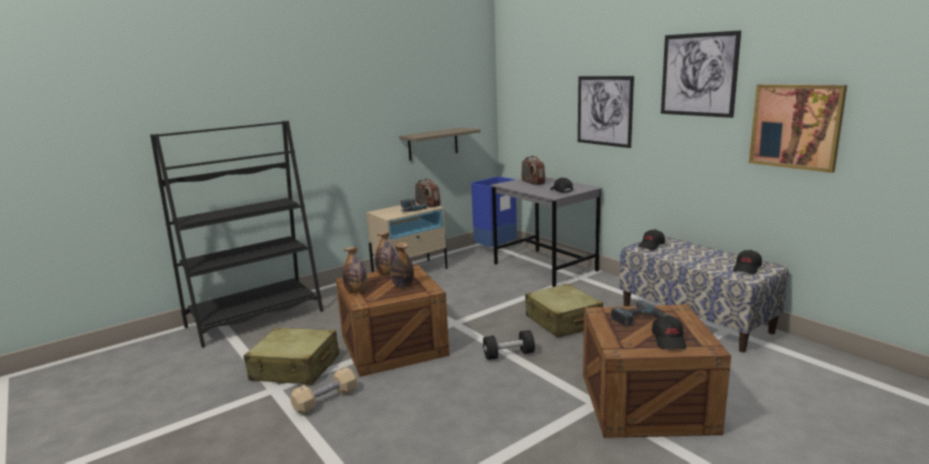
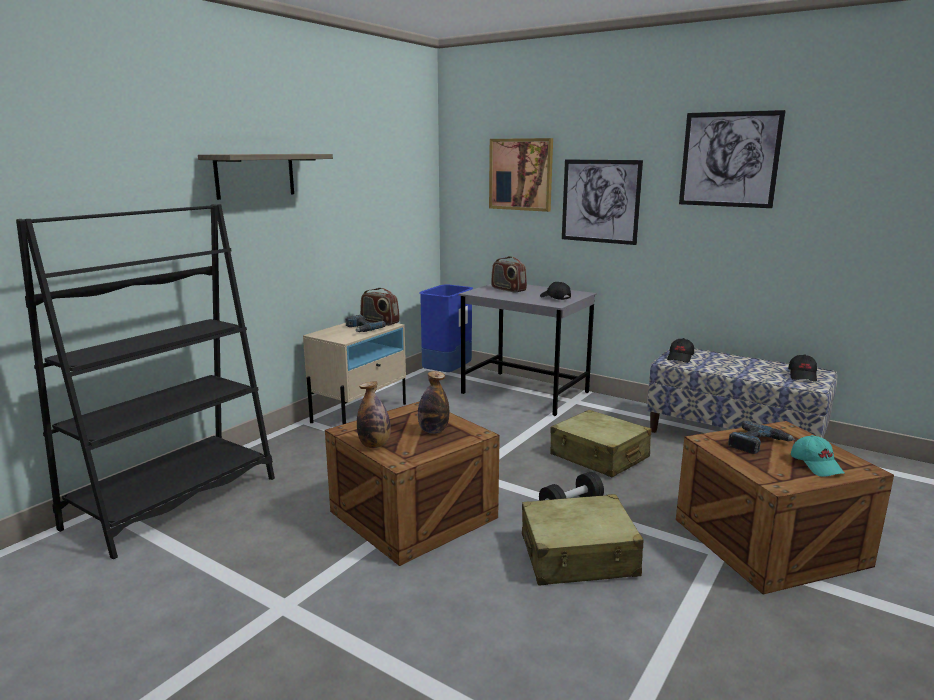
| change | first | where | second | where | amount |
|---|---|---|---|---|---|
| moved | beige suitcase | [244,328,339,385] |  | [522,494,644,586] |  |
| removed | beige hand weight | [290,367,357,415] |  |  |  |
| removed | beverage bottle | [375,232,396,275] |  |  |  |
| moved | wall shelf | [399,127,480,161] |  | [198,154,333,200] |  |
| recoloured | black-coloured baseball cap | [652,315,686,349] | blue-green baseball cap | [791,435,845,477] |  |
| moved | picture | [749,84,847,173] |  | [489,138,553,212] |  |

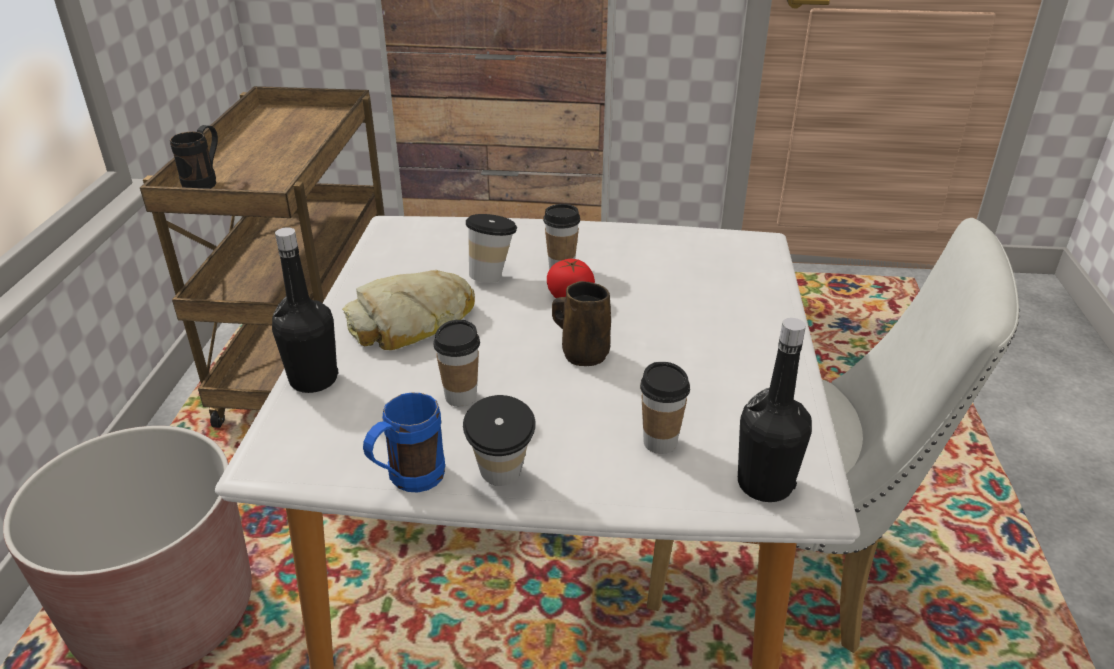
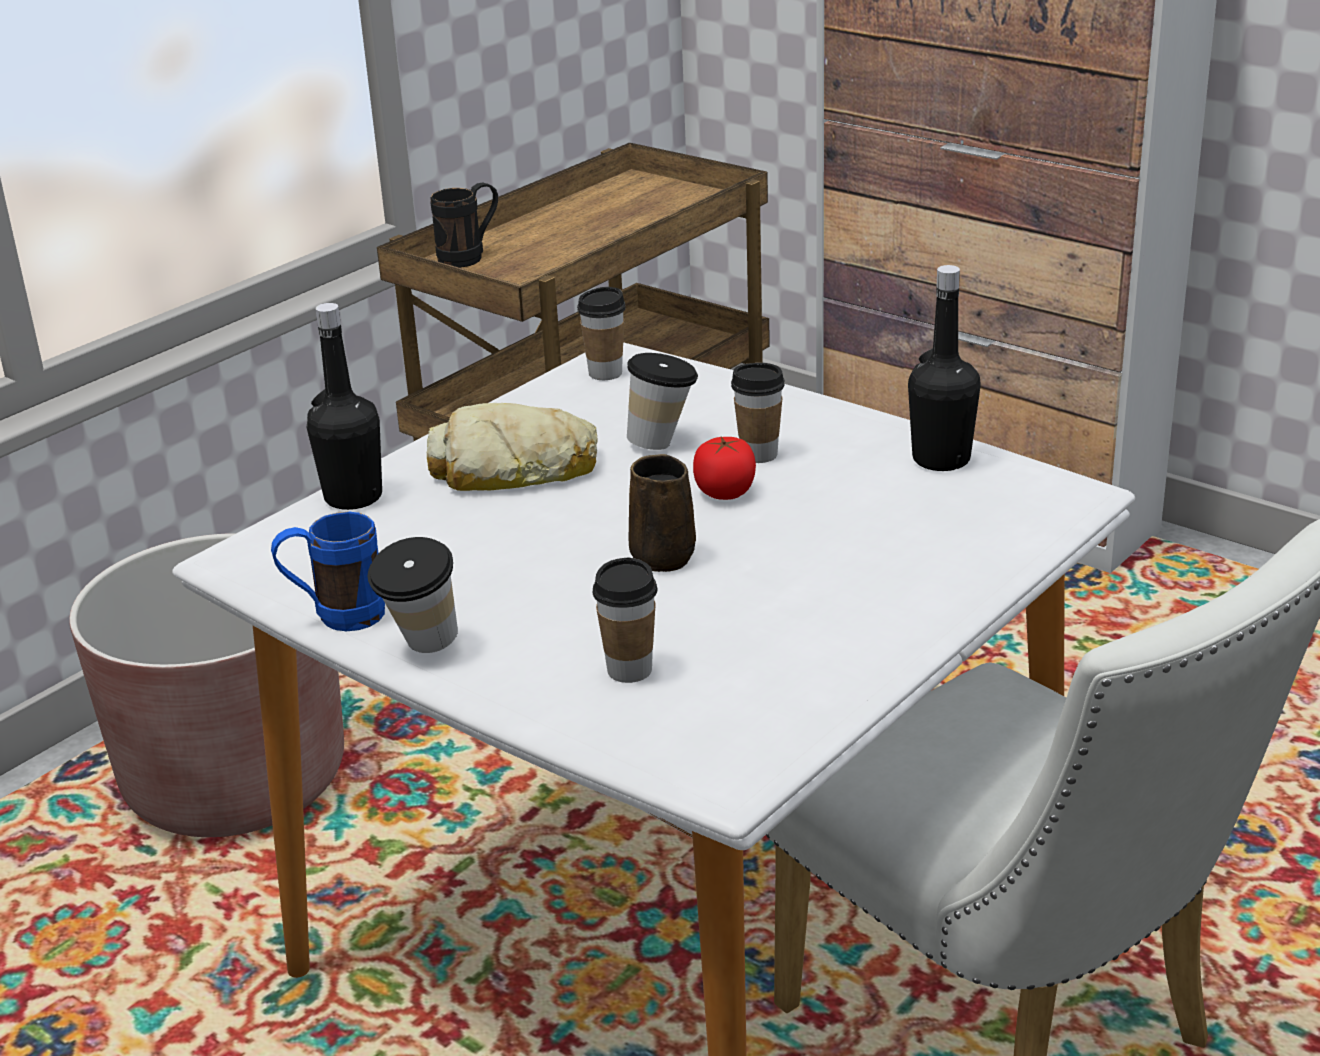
| change | first | where | second | where | amount |
|---|---|---|---|---|---|
| moved | cup | [434,320,480,407] |  | [577,287,626,380] |  |
| moved | black-coloured beverage bottle | [738,318,812,502] |  | [908,265,981,471] |  |

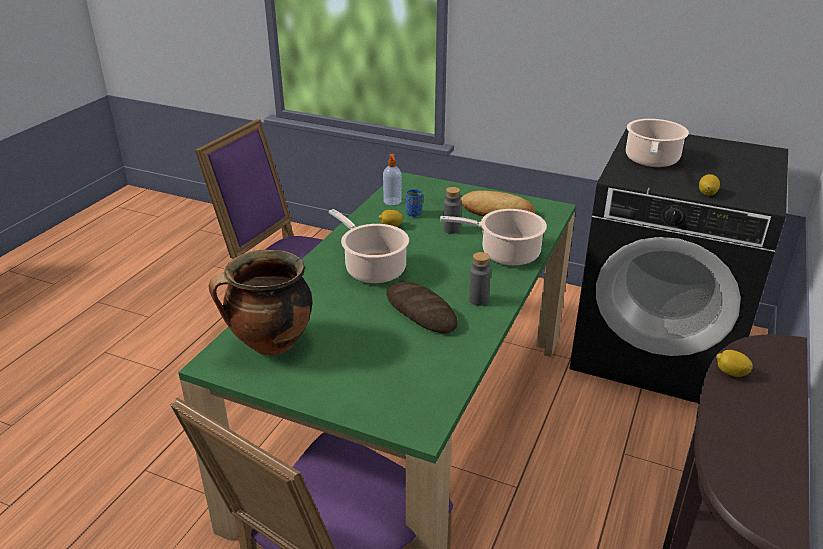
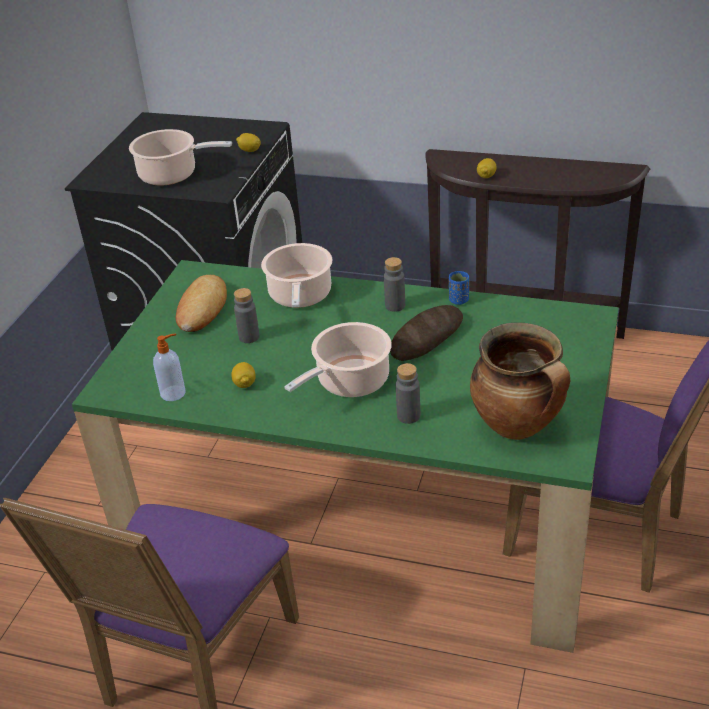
| change | first | where | second | where | amount |
|---|---|---|---|---|---|
| moved | bluish cup | [406,189,423,217] |  | [449,271,469,305] |  |
| added |  |  | greyish beverage bottle | [396,363,420,424] |  |

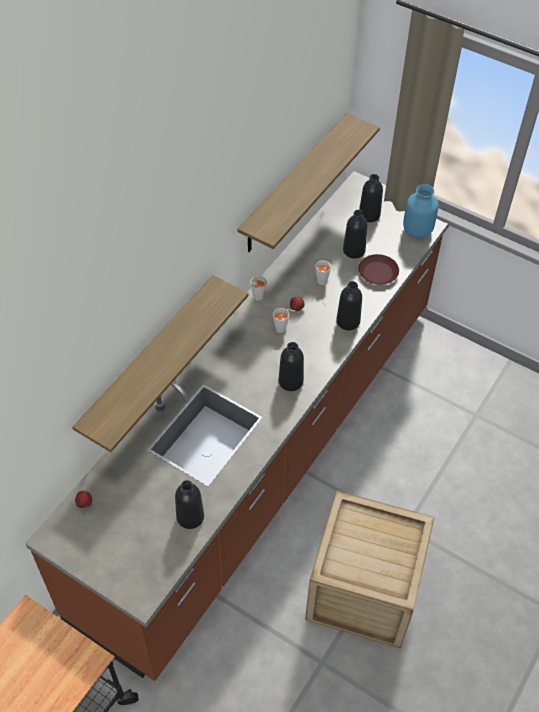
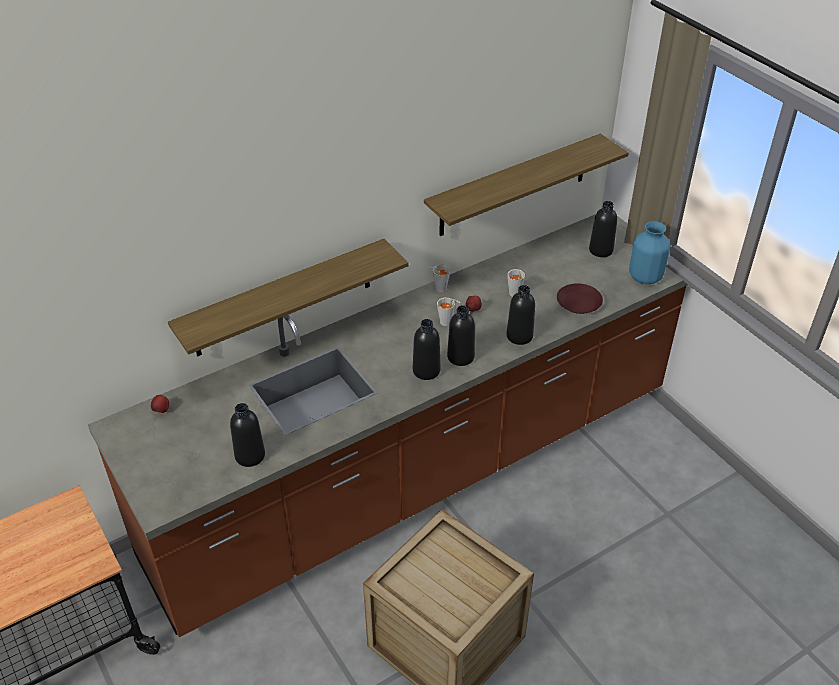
| change | first | where | second | where | amount |
|---|---|---|---|---|---|
| moved | black-coloured beverage bottle | [343,210,368,259] |  | [447,305,475,366] |  |

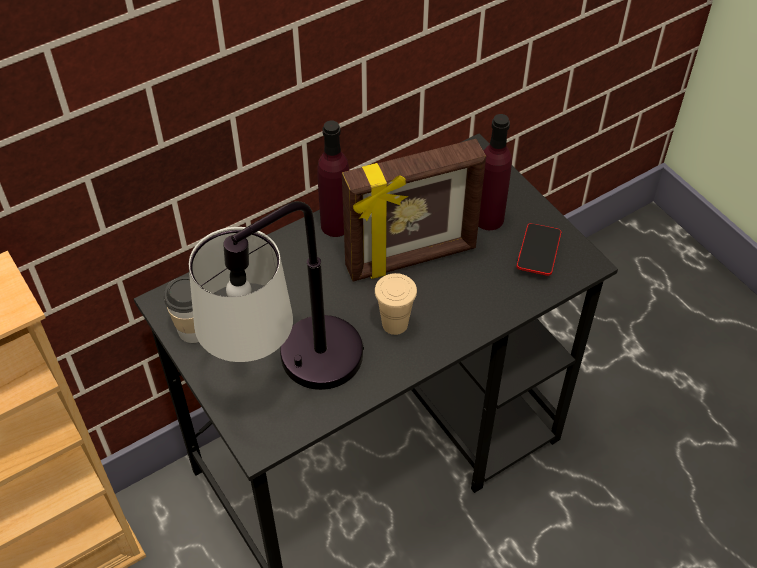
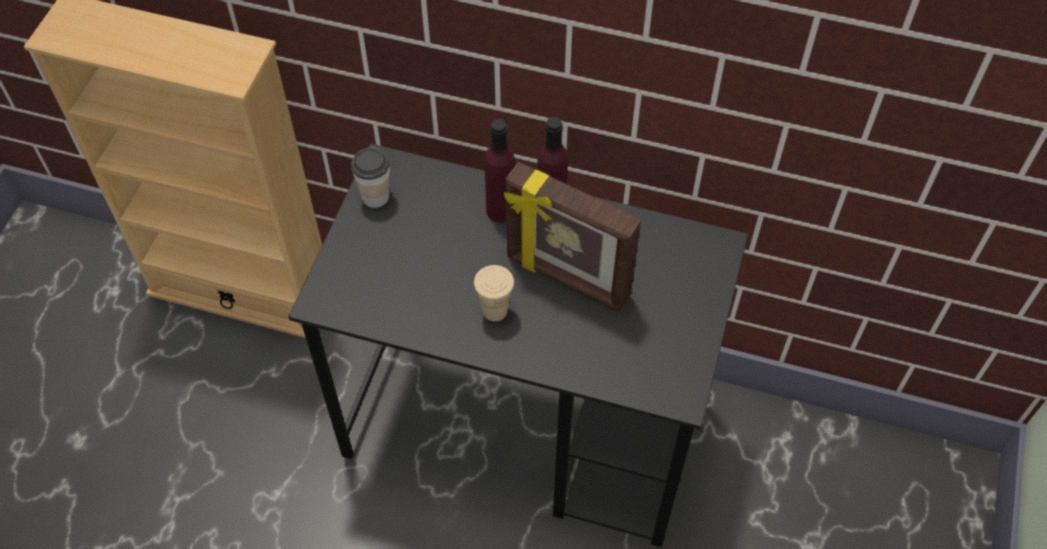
| change | first | where | second | where | amount |
|---|---|---|---|---|---|
| removed | tabletop lamp | [189,201,364,390] |  |  |  |
| moved | purple-coloured beverage bottle | [478,114,512,230] |  | [484,119,515,223] |  |
| removed | telephone | [517,223,561,276] |  |  |  |

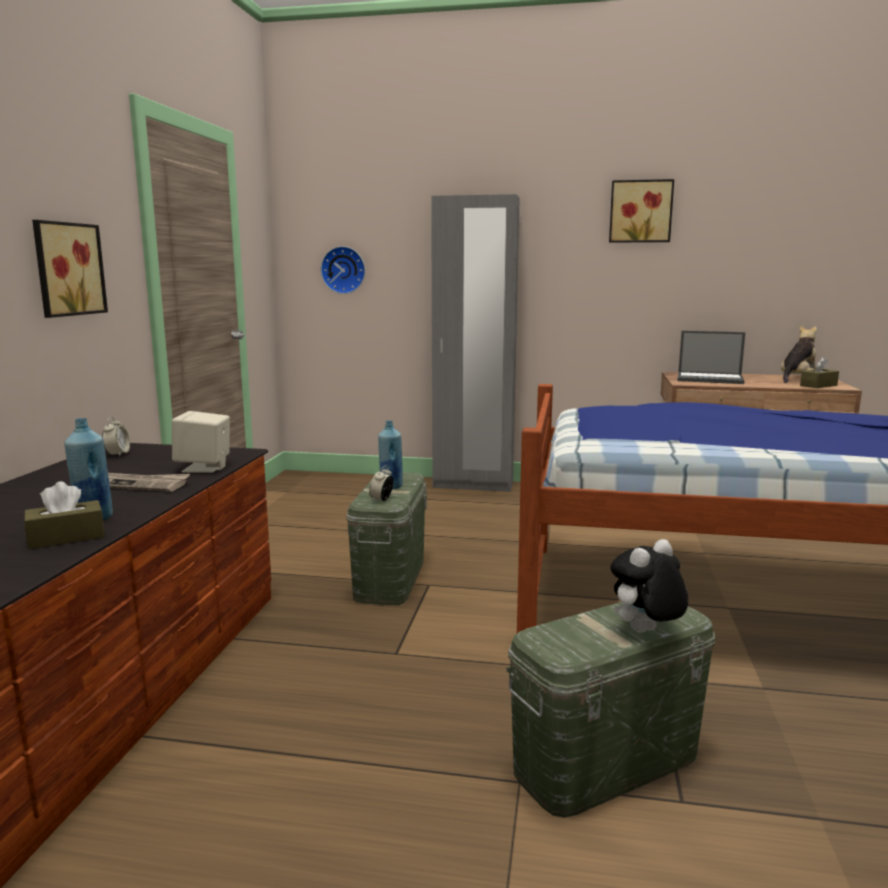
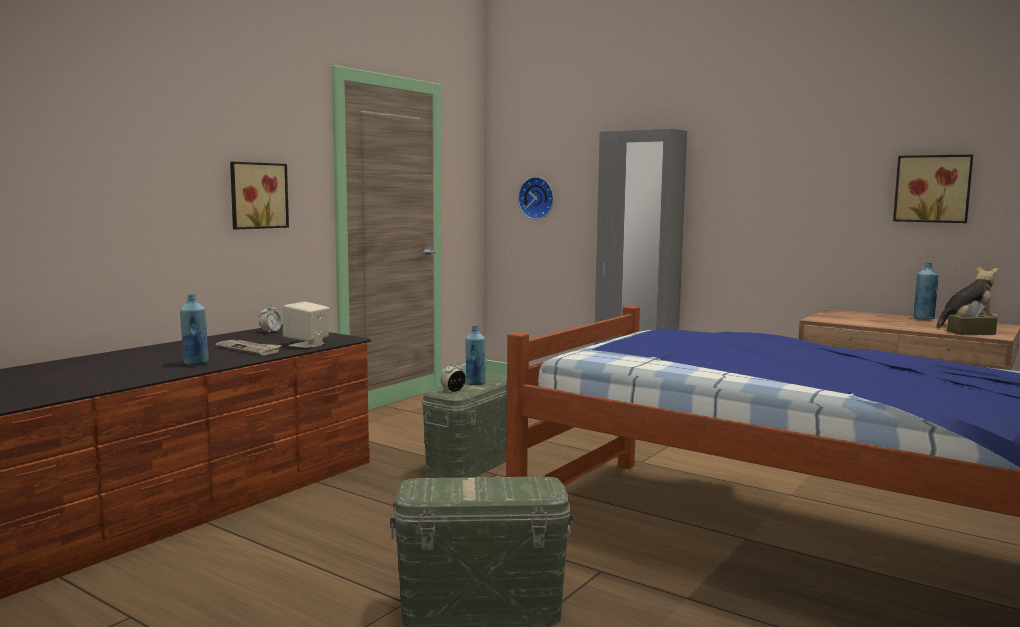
| change | first | where | second | where | amount |
|---|---|---|---|---|---|
| removed | brown-coloured tissue holder | [24,481,105,549] |  |  |  |
| moved | picture | [609,179,674,243] |  | [893,154,973,223] |  |
| removed | plush toy | [610,539,688,633] |  |  |  |
| removed | notebook computer | [677,331,745,384] |  |  |  |
| added |  |  | bluish beverage bottle | [914,262,938,320] |  |

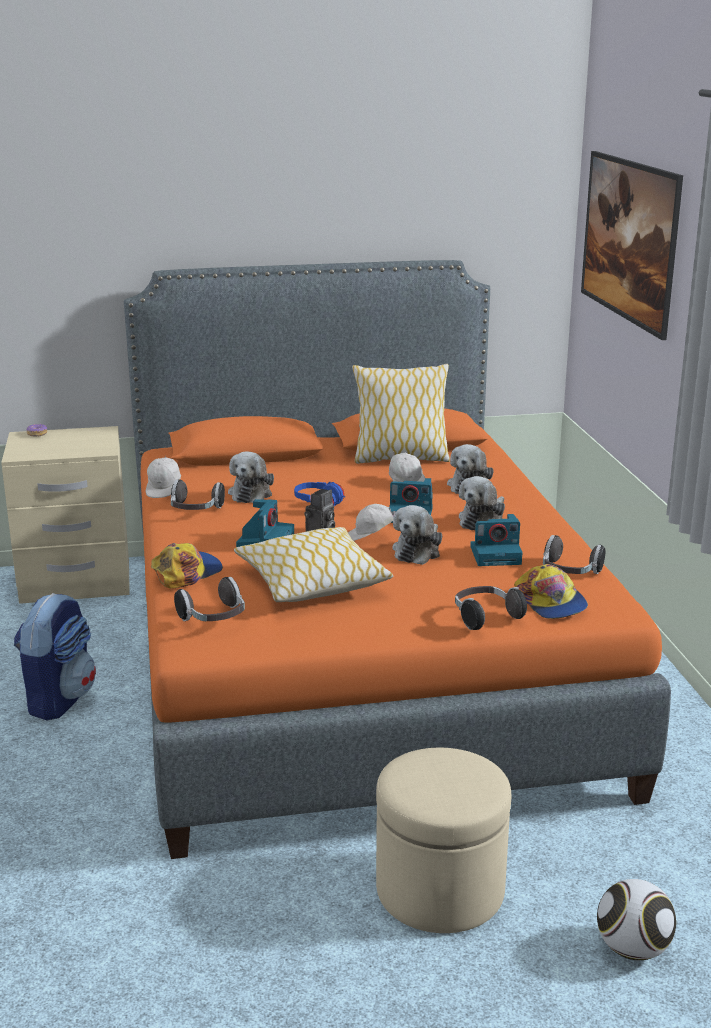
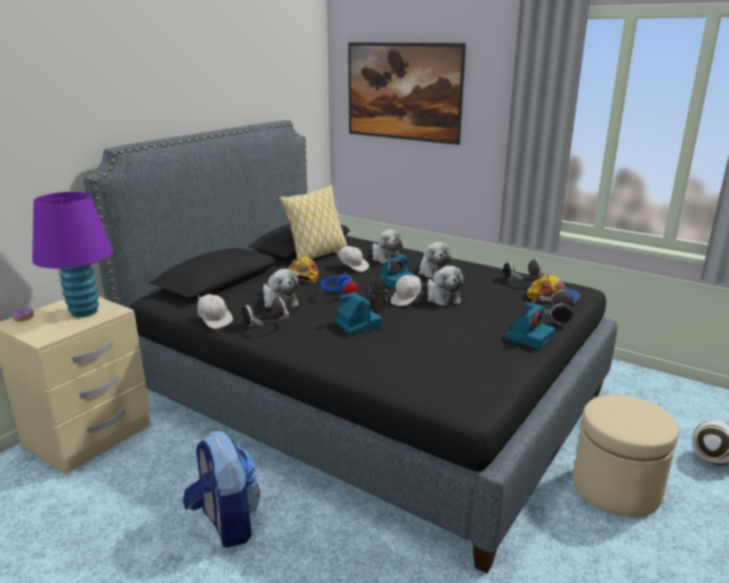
| change | first | where | second | where | amount |
|---|---|---|---|---|---|
| recoloured | orange bedroom bed | [124,260,671,859] | black-coloured bedroom bed | [84,120,617,574] |  |
| moved | baseball cap | [151,543,223,589] |  | [288,257,319,283] |  |
| removed | headset | [174,577,245,622] |  |  |  |
| removed | throw pillow | [234,527,393,602] |  |  |  |
| moved | photo camera | [470,514,522,566] |  | [505,303,556,349] |  |
| added |  |  | purple-coloured tabletop lamp | [32,192,113,317] |  |

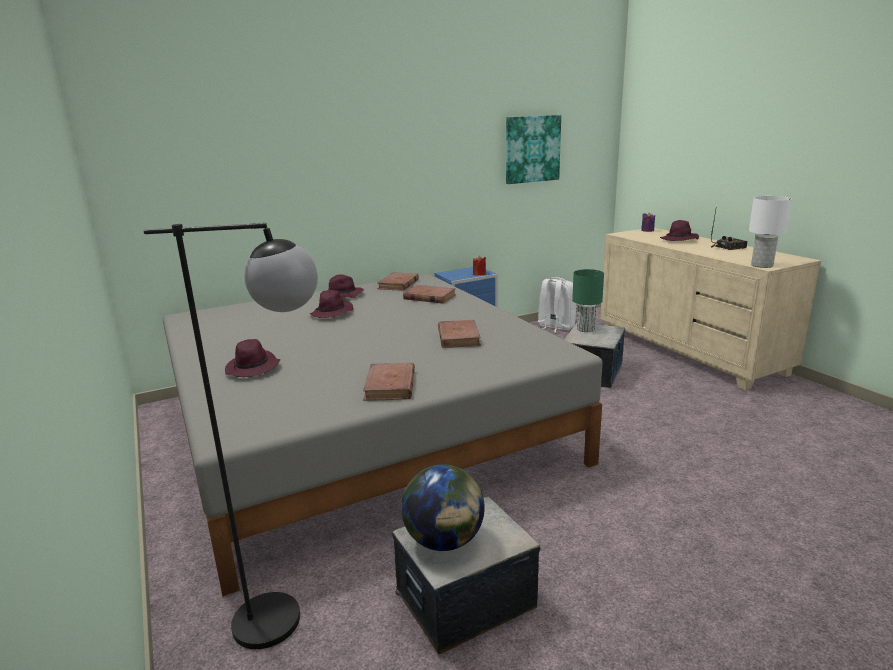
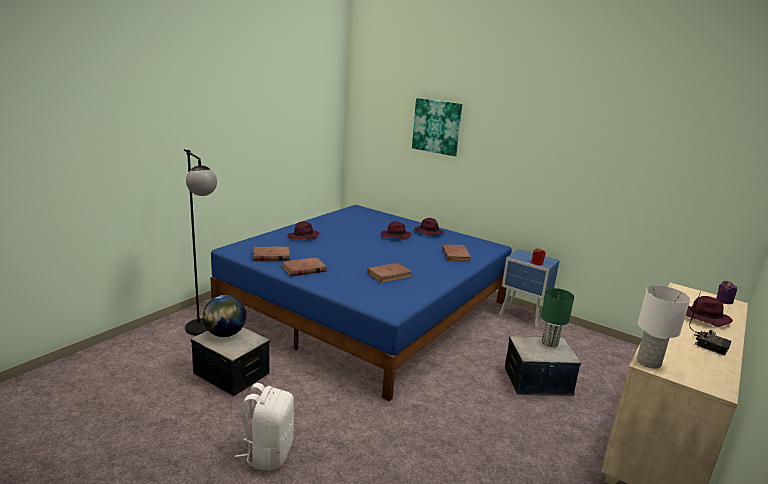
| change | first | where | second | where | amount |
|---|---|---|---|---|---|
| recoloured | greyish bedroom bed | [163,274,603,596] | bluish bedroom bed | [210,205,512,402] |  |
| moved | brown-coloured volume | [377,272,419,291] |  | [253,246,290,261] |  |
| moved | picture | [506,115,561,184] |  | [412,98,462,156] |  |
| moved | white-coloured knapsack | [538,277,577,333] |  | [235,383,294,471] |  |

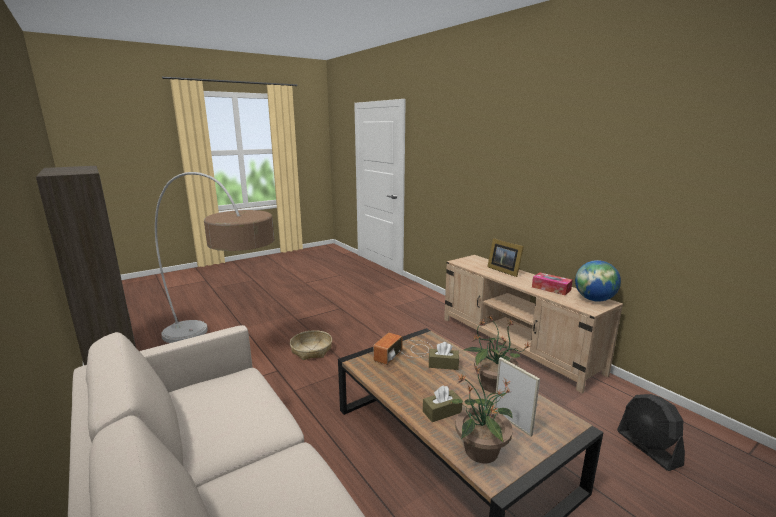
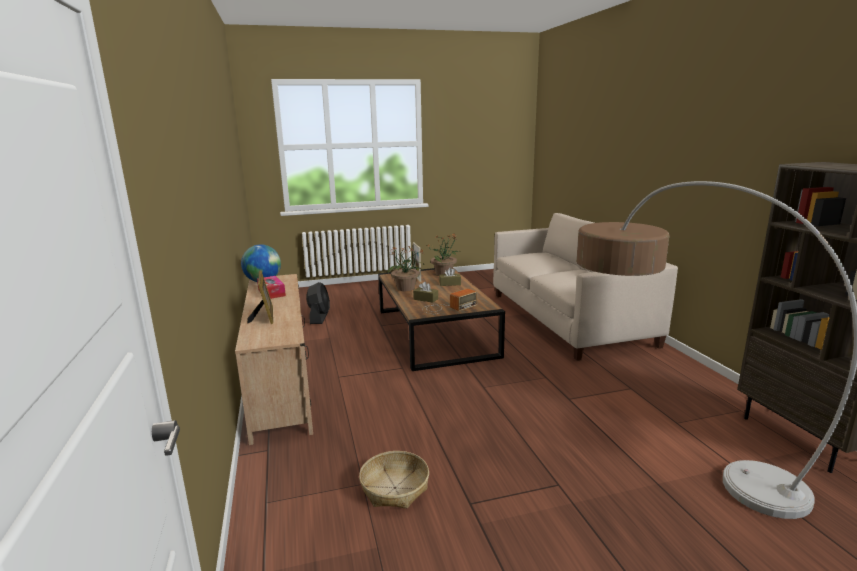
| change | first | where | second | where | amount |
|---|---|---|---|---|---|
| moved | household basket | [290,330,332,360] |  | [359,451,429,509] |  |

